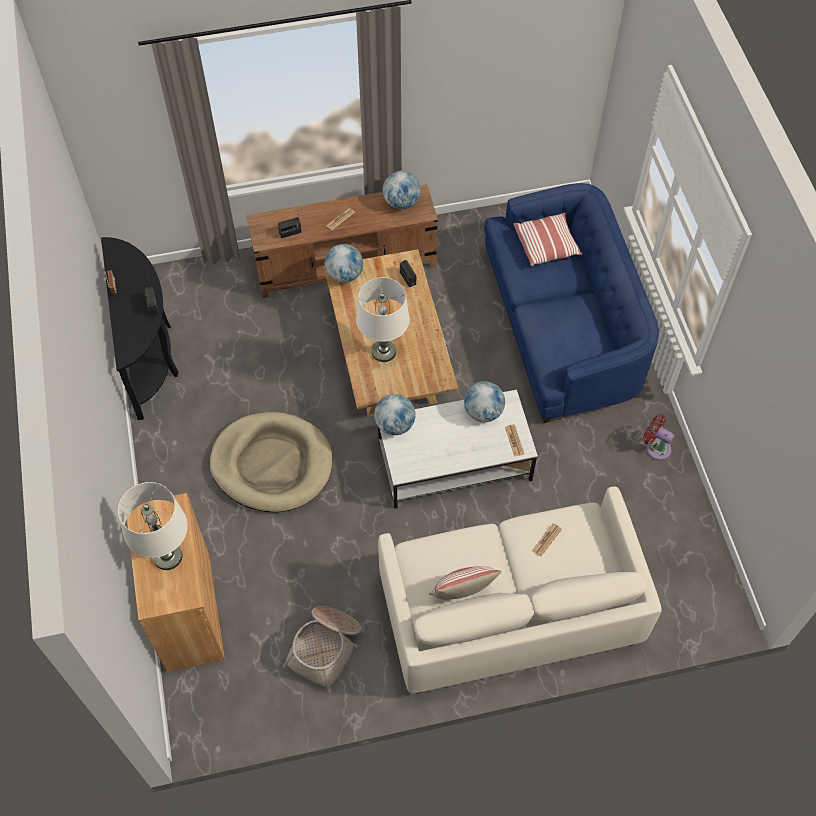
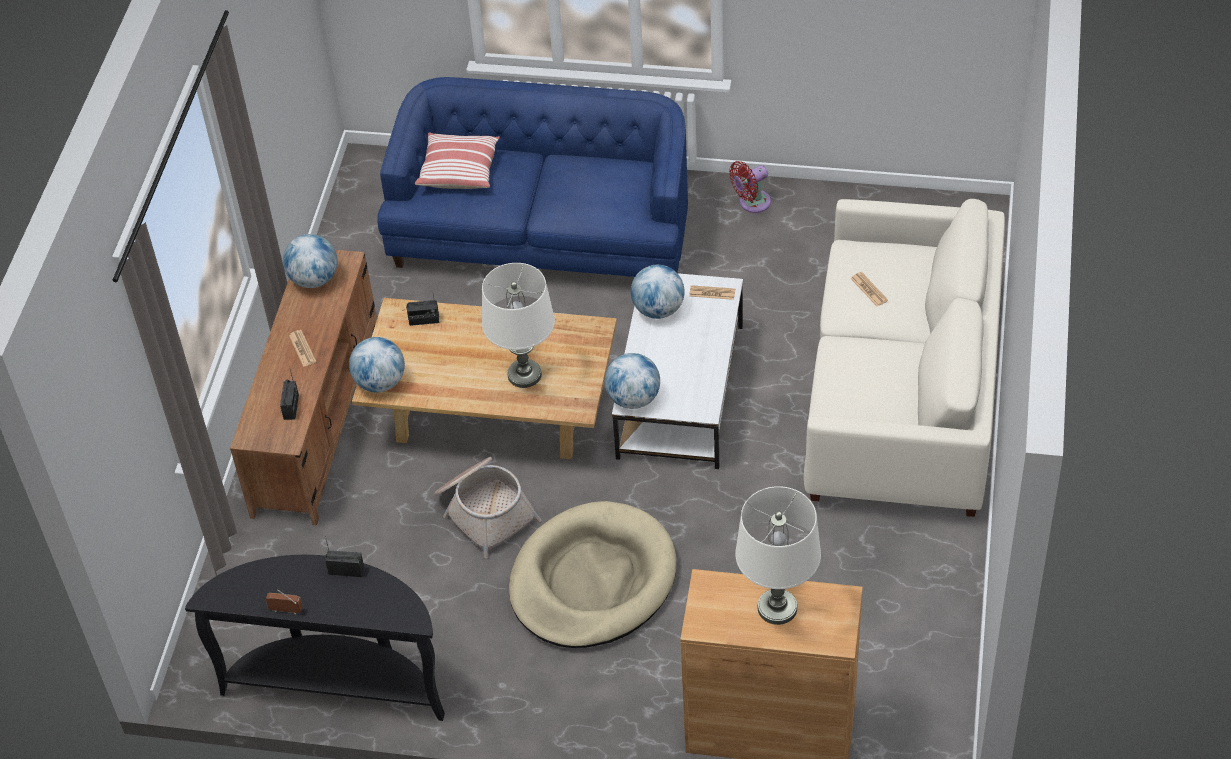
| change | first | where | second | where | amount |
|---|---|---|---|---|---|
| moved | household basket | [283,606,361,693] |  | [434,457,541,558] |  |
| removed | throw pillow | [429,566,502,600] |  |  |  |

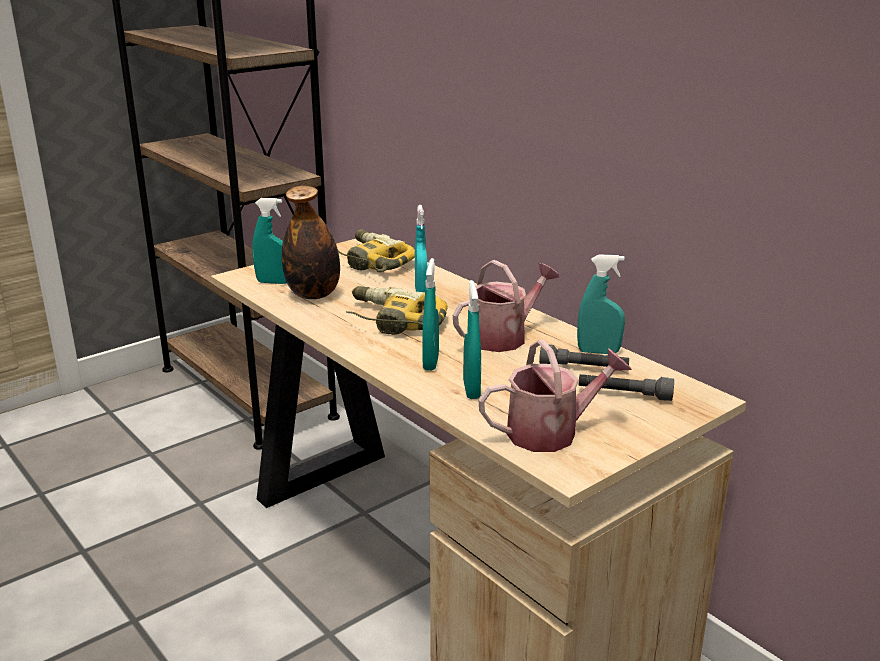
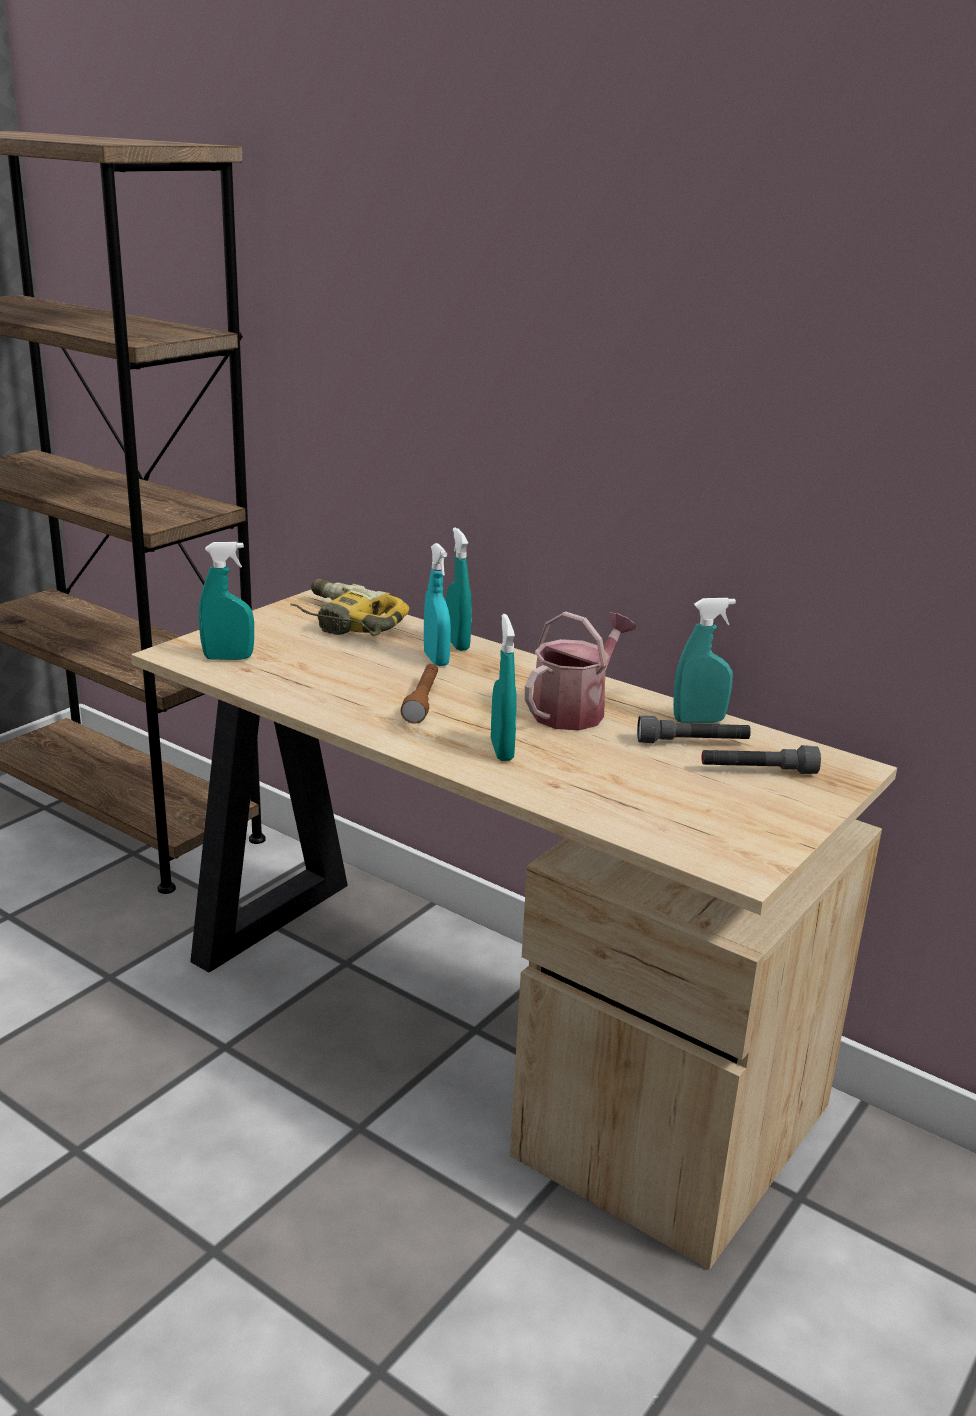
| change | first | where | second | where | amount |
|---|---|---|---|---|---|
| removed | beverage bottle | [282,186,340,299] |  |  |  |
| replaced | drill | [346,286,448,335] | brown-coloured hand torch | [401,664,438,724] |  |
| moved | blue-green hand sprayer | [463,280,481,399] |  | [446,527,472,651] |  |
| removed | watering pot | [478,340,632,452] |  |  |  |

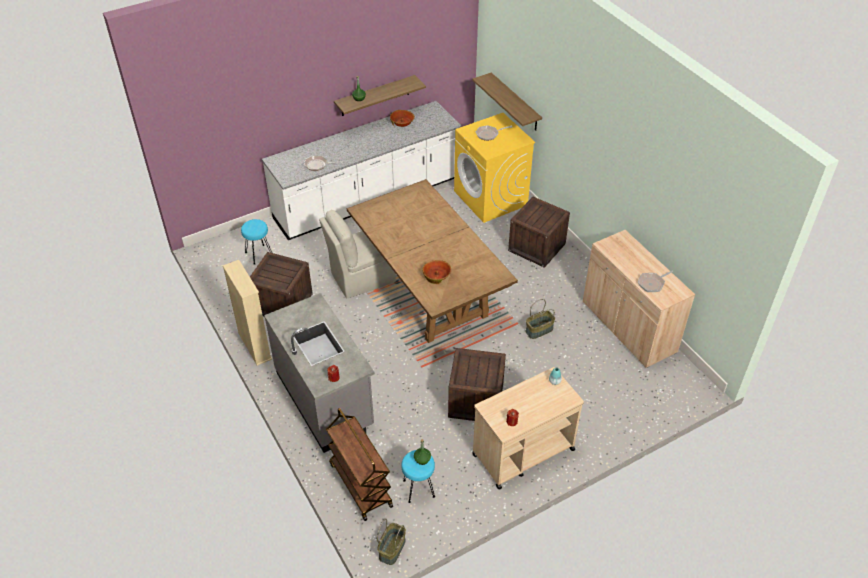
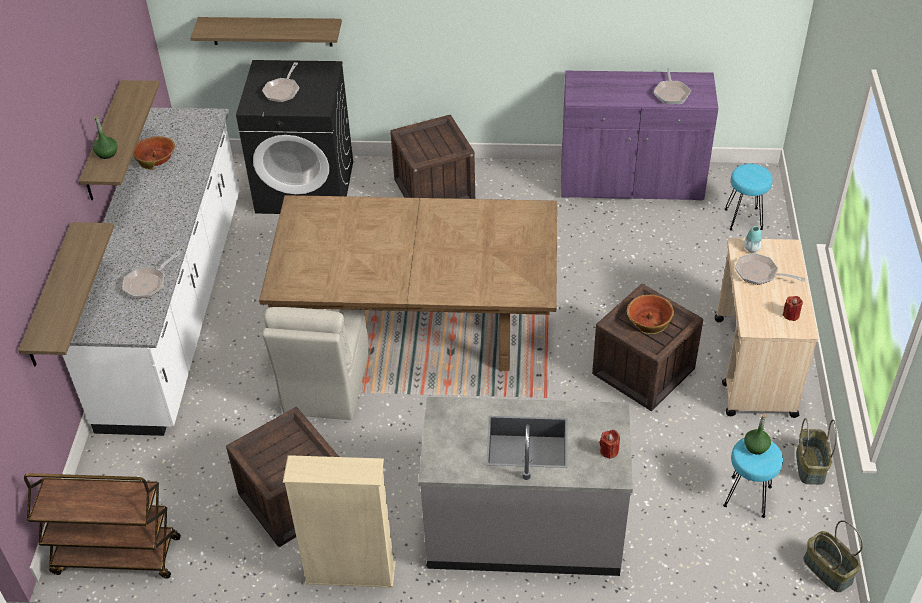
| change | first | where | second | where | amount |
|---|---|---|---|---|---|
| moved | blue-green sitting stool | [241,219,272,265] |  | [725,164,773,230] |  |
| moved | brown-coloured cart | [326,408,393,521] |  | [24,473,181,579] |  |
| moved | deep dish | [422,260,451,284] |  | [627,294,674,334] |  |
| recoloured | yellow washing machine | [454,113,535,223] | black-coloured washing machine | [236,60,353,214] |  |
| moved | household basket | [525,299,555,339] |  | [796,418,837,485] |  |
| recoloured | beige storage cabinet | [583,230,695,368] | purple-coloured storage cabinet | [561,71,718,200] |  |
| added |  |  | wall shelf | [18,222,114,367] |  |
| added |  |  | frying pan | [735,253,806,285] |  |

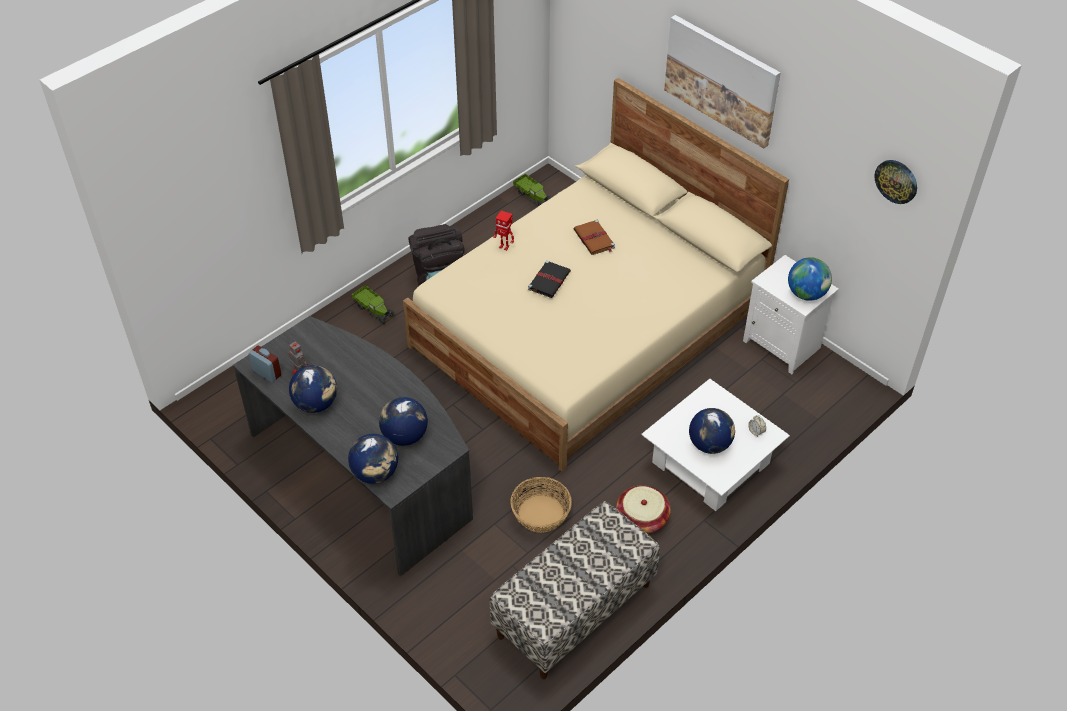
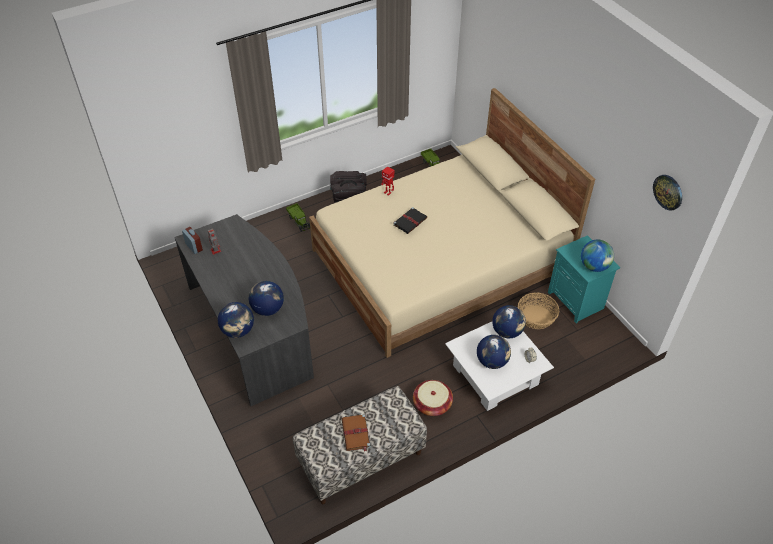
| change | first | where | second | where | amount |
|---|---|---|---|---|---|
| moved | world globe | [289,365,337,413] |  | [492,305,526,338] |  |
| moved | household basket | [510,477,572,533] |  | [518,293,559,329] |  |
| moved | brown-coloured volume | [574,220,615,255] |  | [342,414,371,451] |  |
| removed | picture | [664,15,781,149] |  |  |  |
| recoloured | white-coloured night table | [743,255,839,374] | blue-green night table | [548,235,620,324] |  |

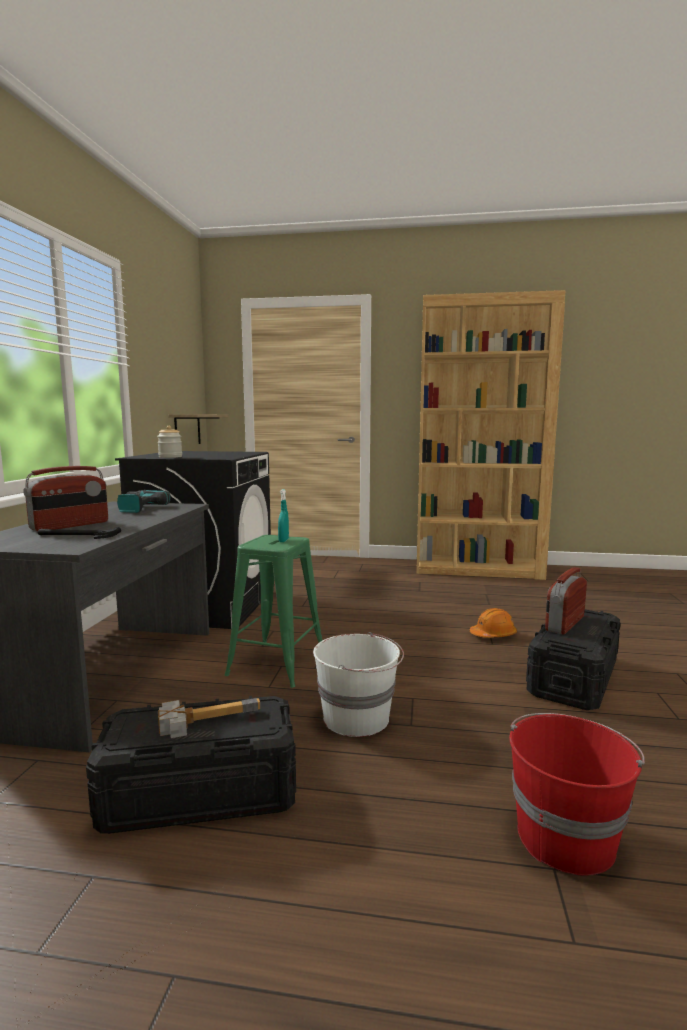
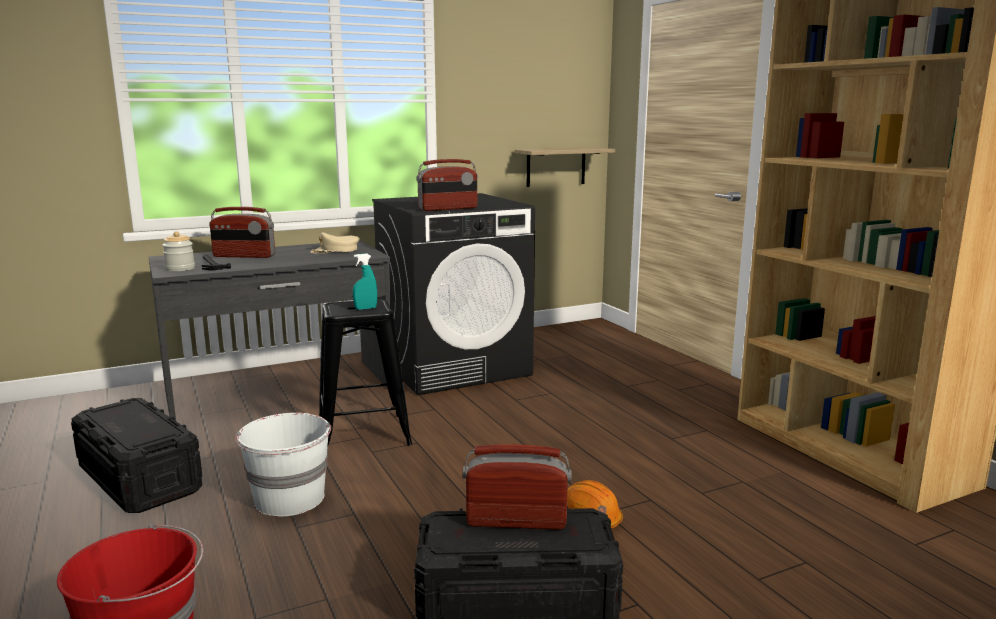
| change | first | where | second | where | amount |
|---|---|---|---|---|---|
| replaced | drill | [117,490,171,513] | beige baseball cap | [310,233,360,254] |  |
| moved | jar | [157,426,182,458] |  | [162,231,195,271] |  |
| removed | hand hammer | [158,698,260,738] |  |  |  |
| recoloured | greenish sitting stool | [225,535,322,688] | black-coloured sitting stool | [319,299,412,446] |  |
| added |  |  | radio | [416,159,478,211] |  |

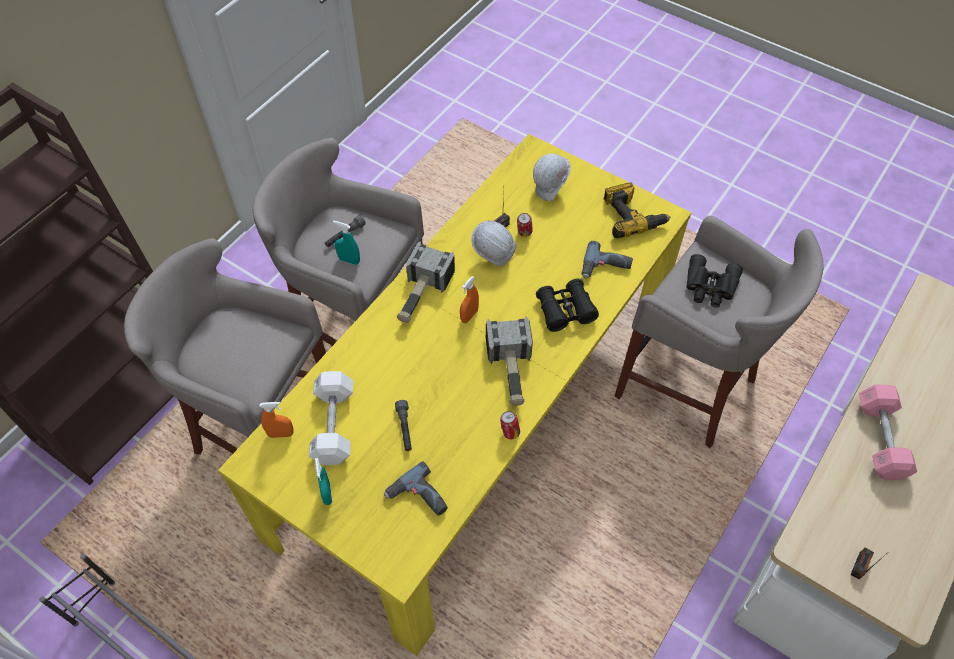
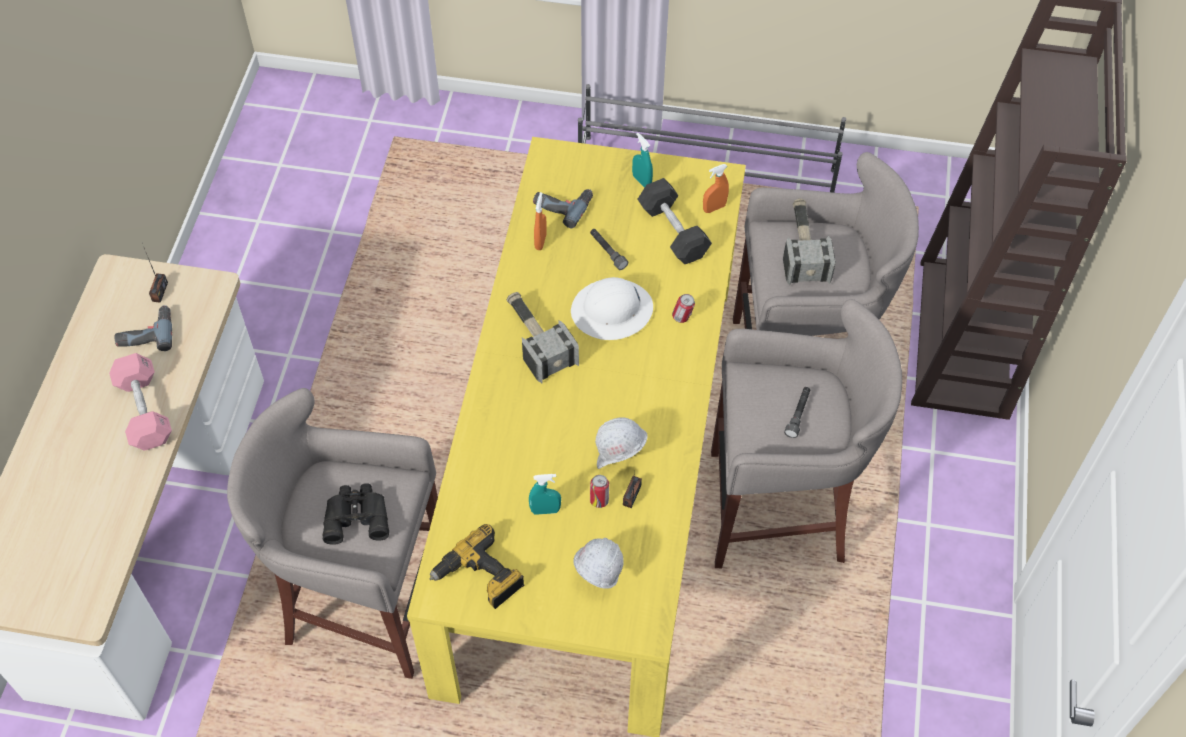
| change | first | where | second | where | amount |
|---|---|---|---|---|---|
| recoloured | white-coloured hand weight | [309,371,353,465] | black-coloured hand weight | [637,178,712,264] |  |
| moved | blue-green hand sprayer | [333,220,360,265] |  | [529,474,561,515] |  |
| moved | hand hammer | [397,241,455,323] |  | [783,198,836,286] |  |
| moved | orange hand sprayer | [460,276,479,323] |  | [534,192,547,250] |  |
| moved | sealed can | [500,411,520,439] |  | [672,294,695,323] |  |
| removed | black-coloured field glasses | [536,279,599,332] |  |  |  |
| moved | drill | [581,241,633,279] |  | [115,305,172,351] |  |
| added |  |  | white-coloured safety helmet | [571,277,653,340] |  |

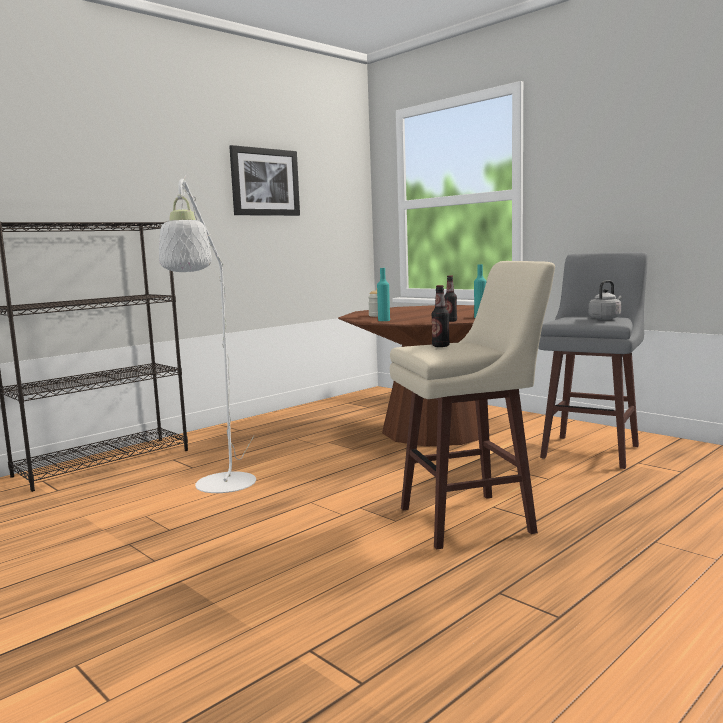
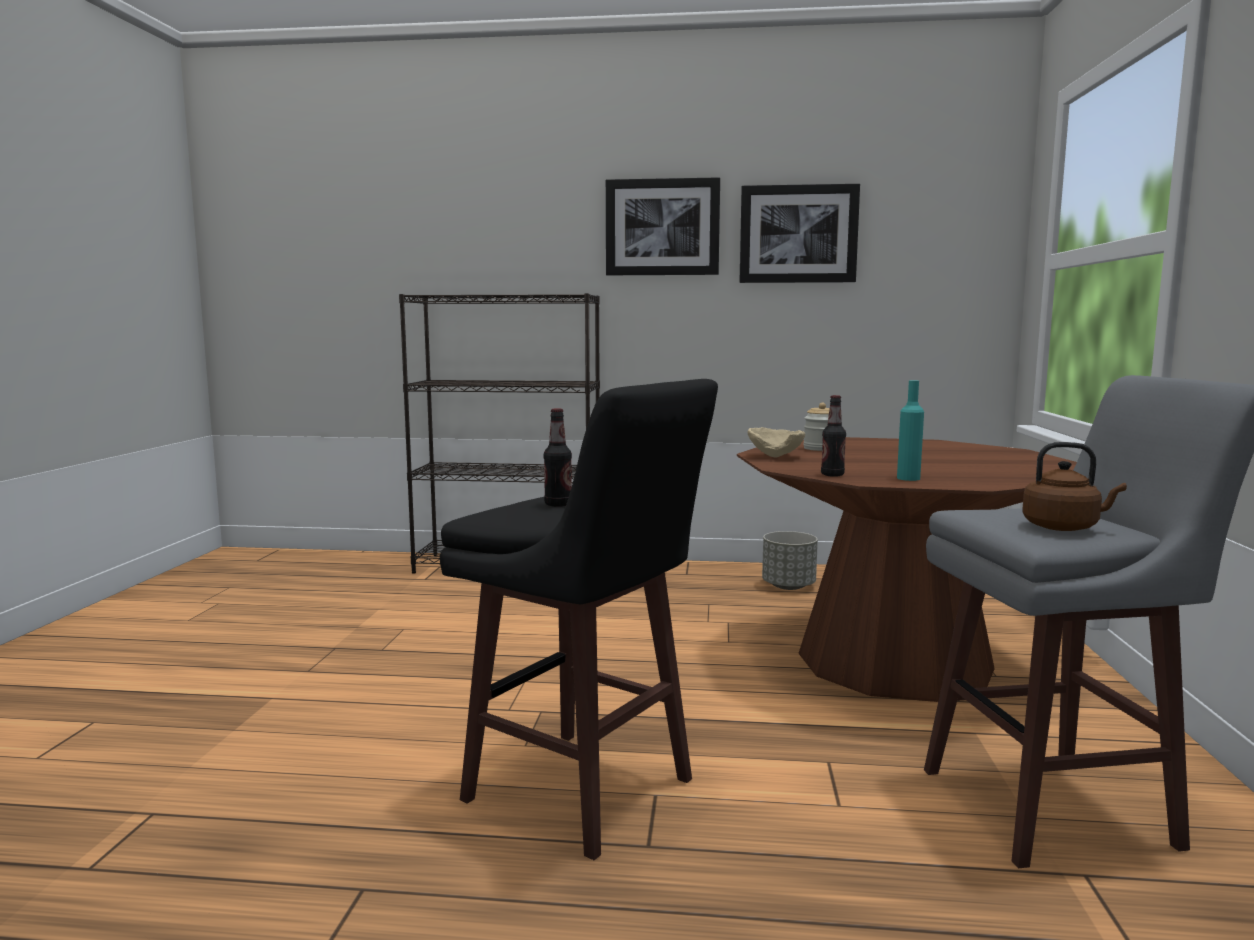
| change | first | where | second | where | amount |
|---|---|---|---|---|---|
| removed | white-coloured floor lamp | [159,176,256,493] |  |  |  |
| replaced | blue-green beverage bottle | [377,268,390,321] | beige deep dish | [748,427,805,458] |  |
| recoloured | beige sitting stool | [390,261,555,549] | black-coloured sitting stool | [440,379,718,860] |  |
| recoloured | greyish kettle | [589,280,622,320] | brown-coloured kettle | [1022,442,1127,531] |  |
| added |  |  | picture | [606,177,720,275] |  |
| added |  |  | greyish plant pot | [762,531,818,590] |  |

